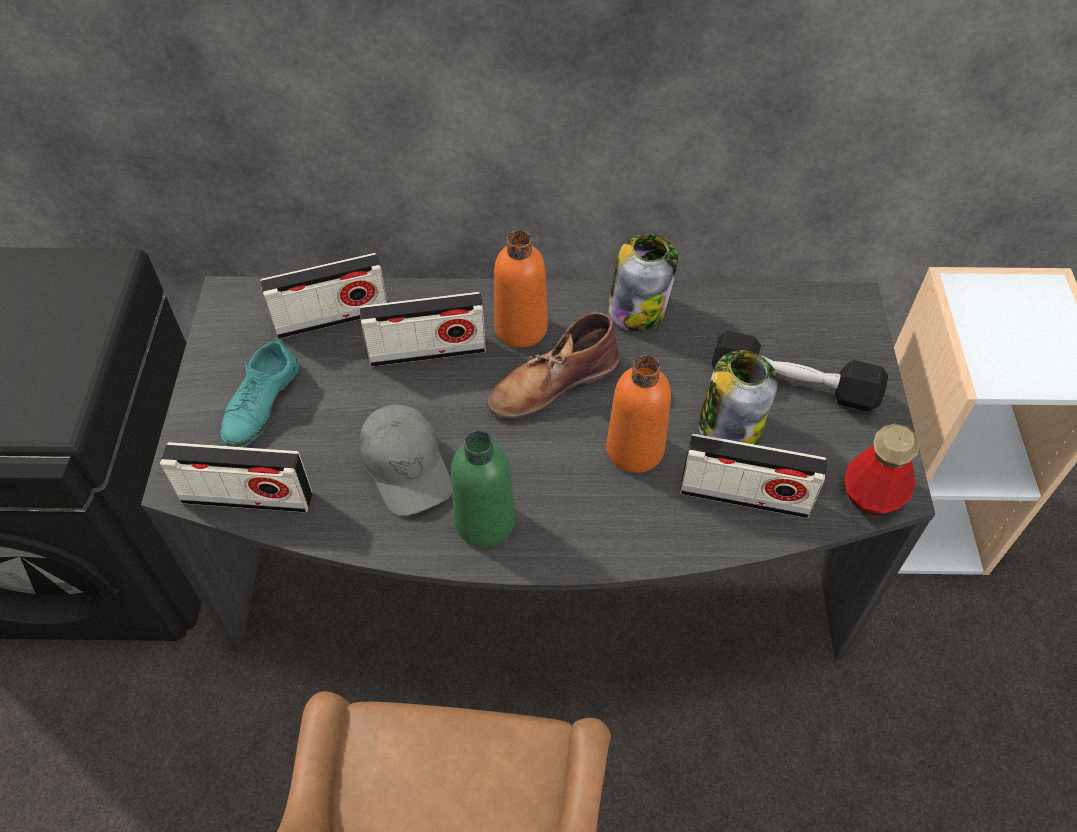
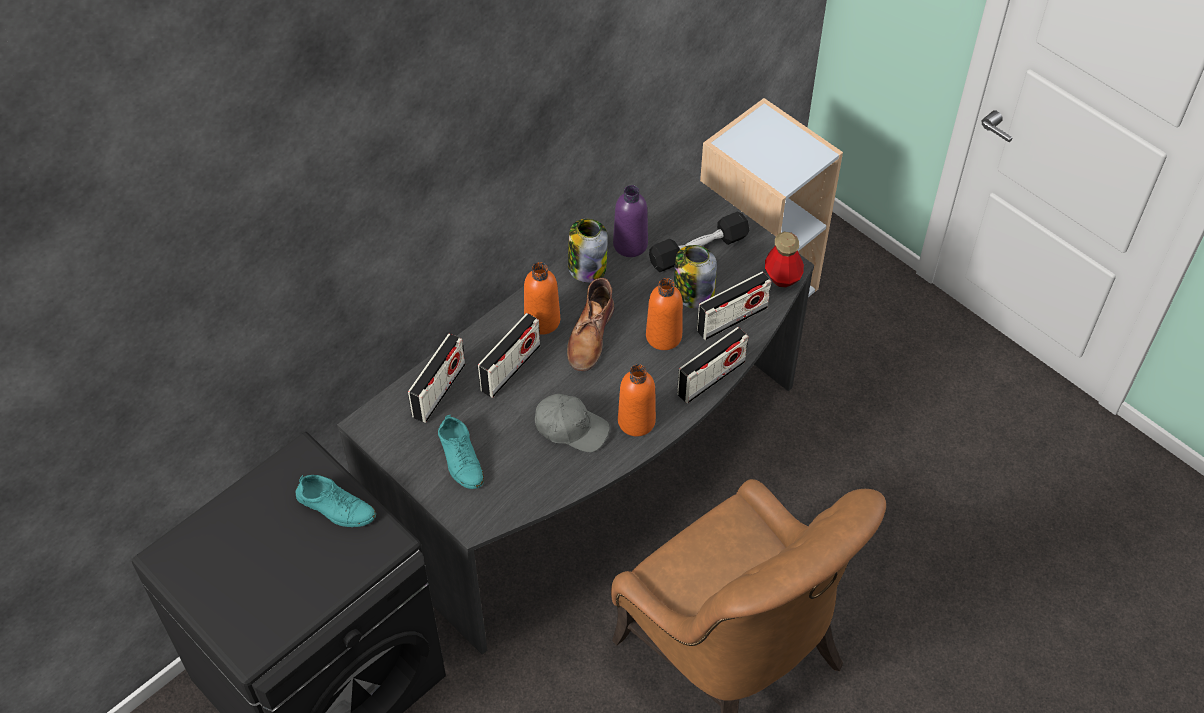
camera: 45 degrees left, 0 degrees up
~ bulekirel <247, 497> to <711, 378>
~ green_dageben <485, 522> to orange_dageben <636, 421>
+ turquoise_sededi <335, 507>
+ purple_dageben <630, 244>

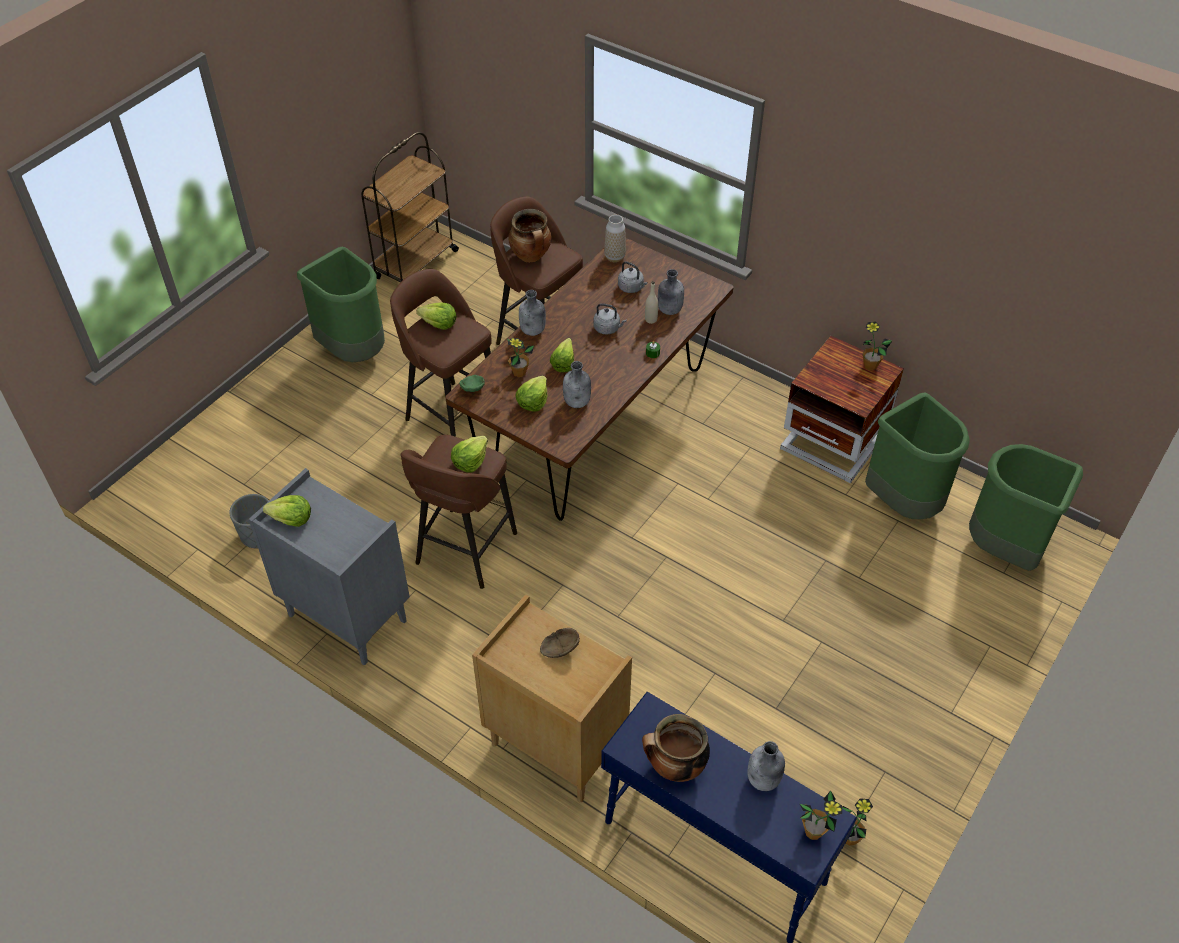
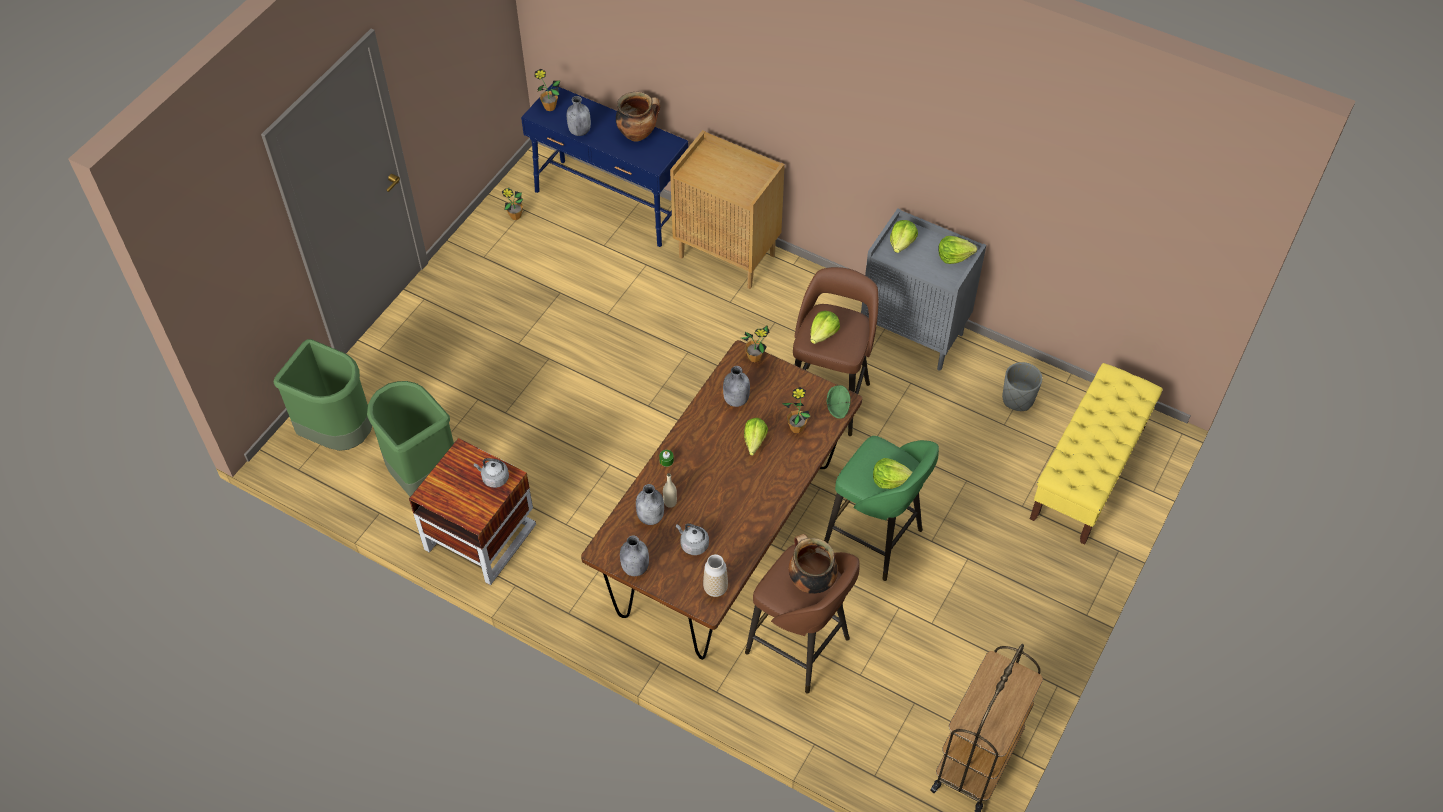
camera: 175 degrees right, 5 degrees up
- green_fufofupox <354, 351>
~ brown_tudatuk <452, 415> to green_tudatuk <875, 539>
~ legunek <533, 401> to <902, 243>
~ grey_dageben <533, 331> to <634, 567>
- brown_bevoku <559, 648>
~ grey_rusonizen <608, 328> to <494, 478>
~ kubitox <870, 366> to <754, 357>
+ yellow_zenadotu <1088, 473>

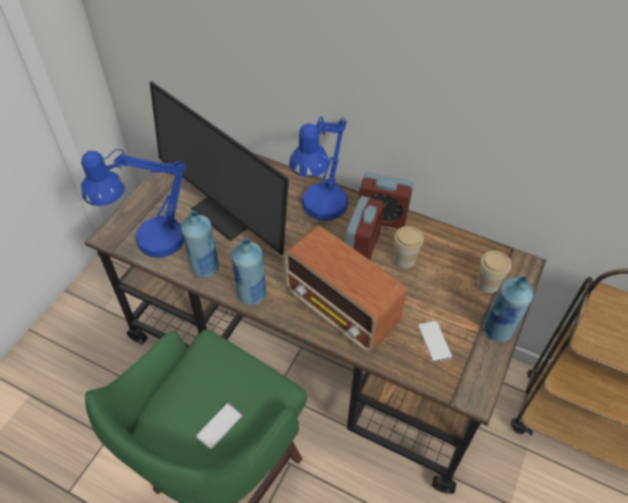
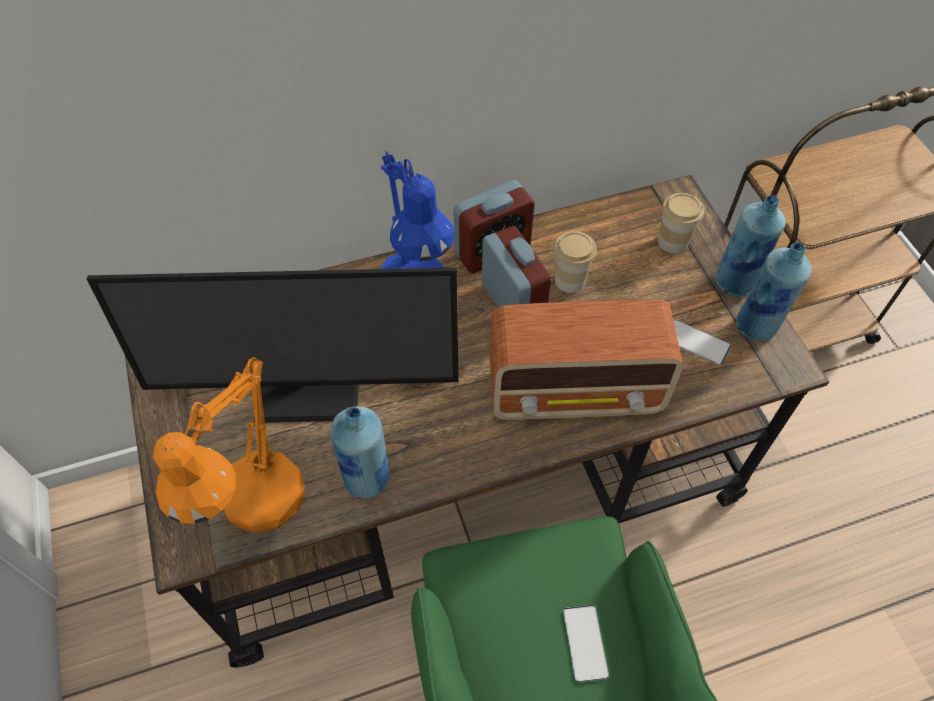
camera: 45 degrees left, 5 degrees up
~ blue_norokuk <151, 243> to orange_norokuk <256, 510>
~ blue_dageben <252, 295> to <756, 326>

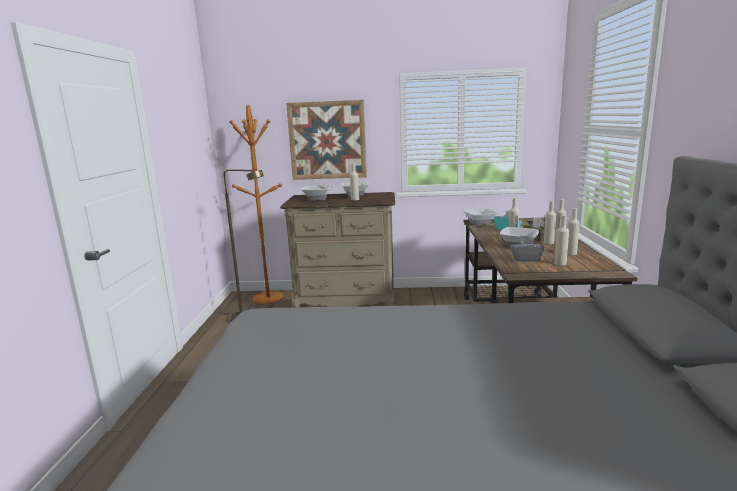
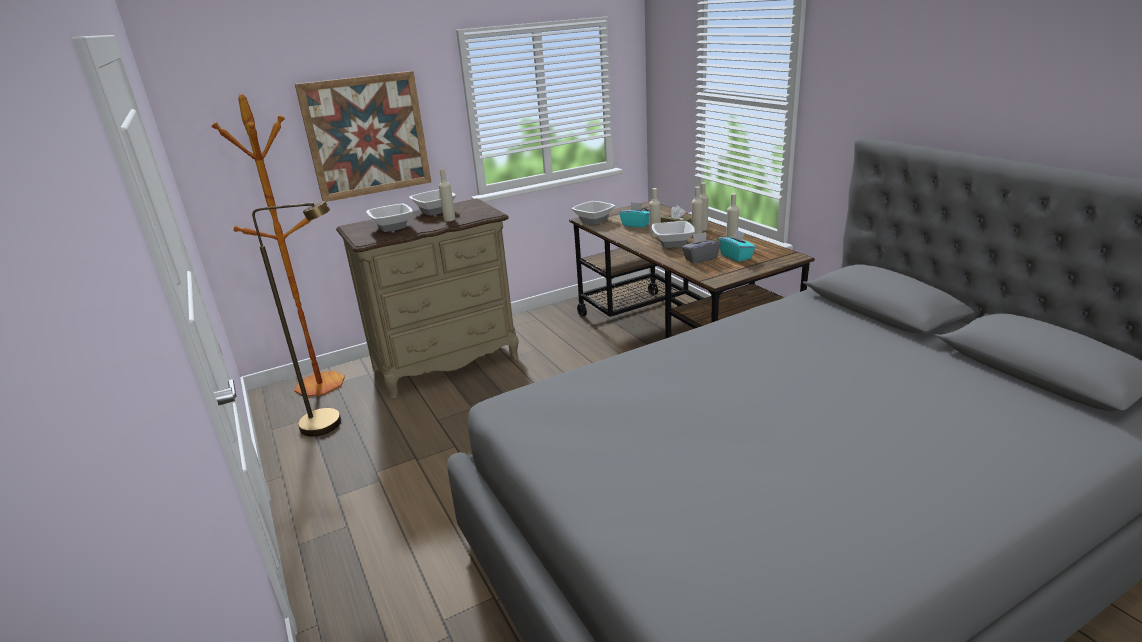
camera: 30 degrees left, 10 degrees up
~ beige_dageben <560, 263> to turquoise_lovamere <736, 256>

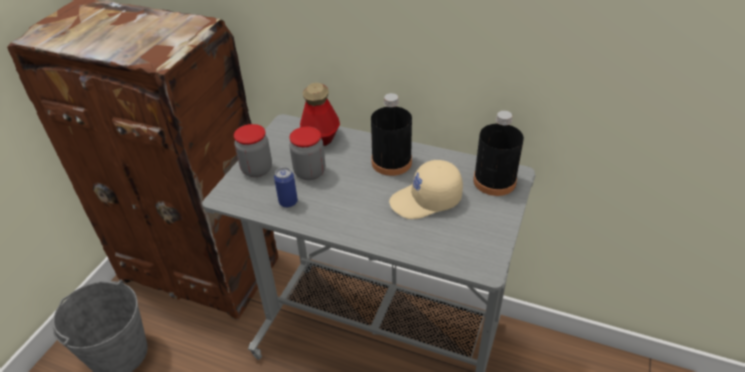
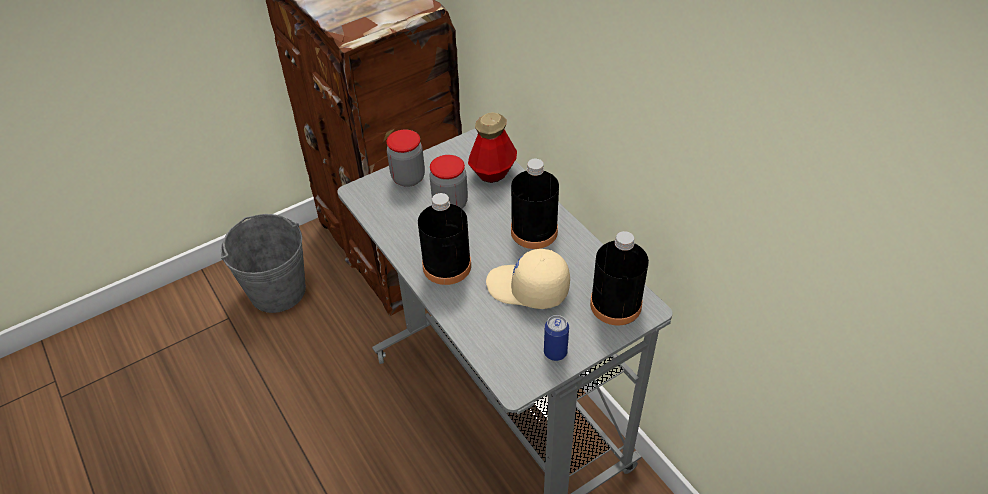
camera: 35 degrees right, 5 degrees up
~ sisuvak <288, 202> to <555, 352>
+ black_dageben <447, 266>

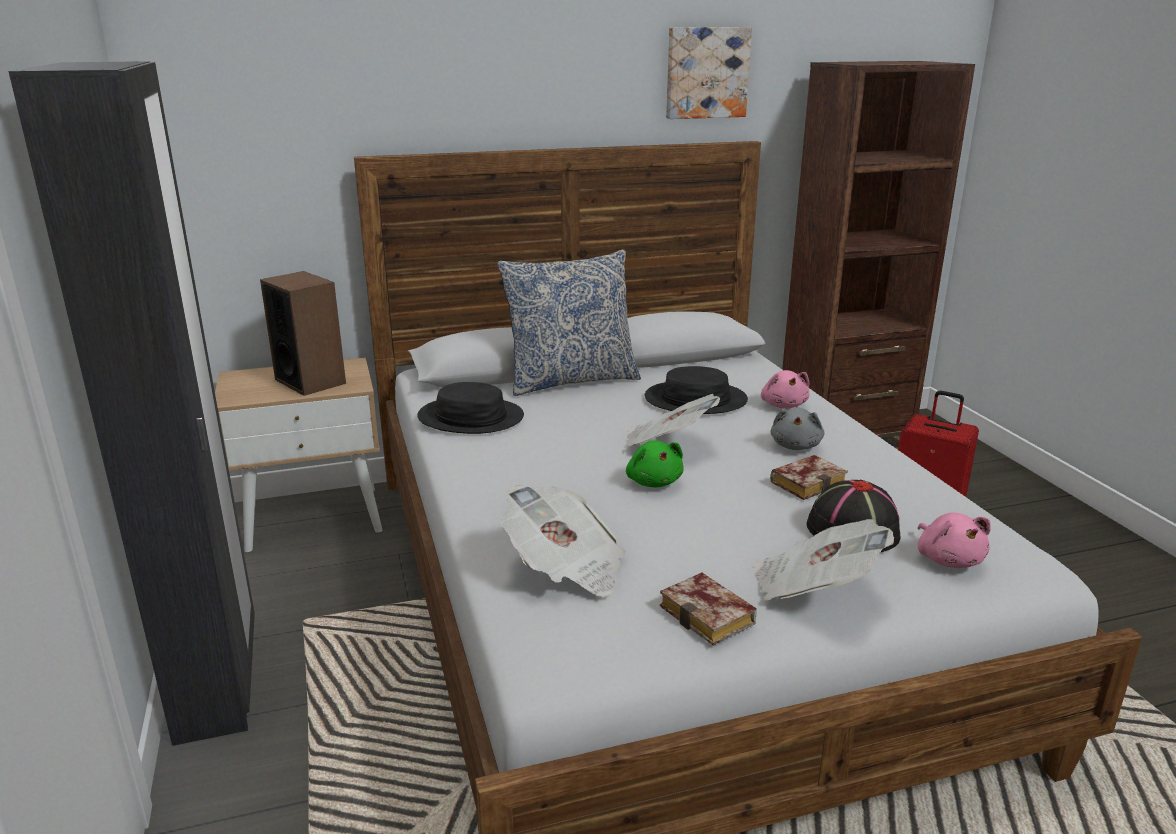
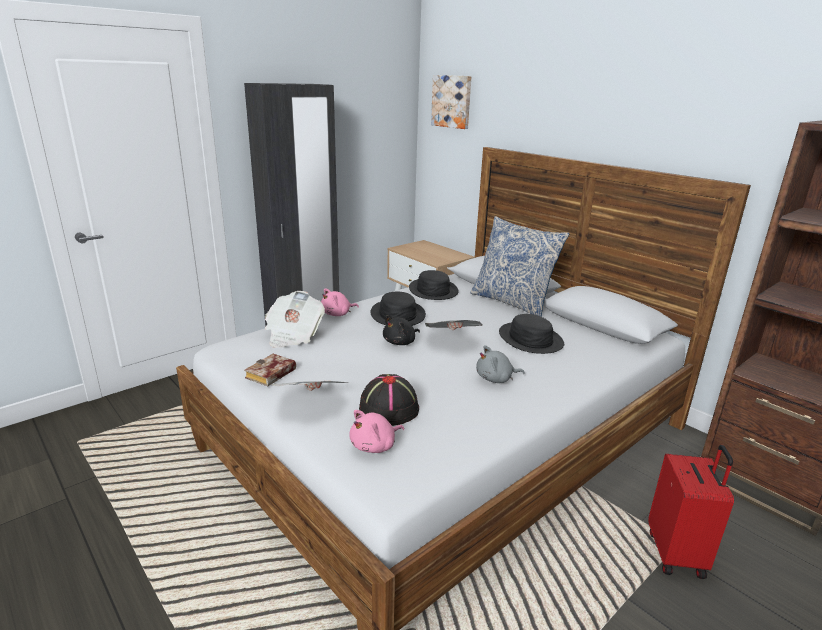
camera: 65 degrees right, 0 degrees up
- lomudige <310, 381>
~ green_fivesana <653, 481> to black_fivesana <400, 342>
~ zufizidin <706, 73> to <452, 101>
~ pink_fivesana <783, 405> to <337, 314>
- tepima <808, 482>
+ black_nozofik <397, 314>

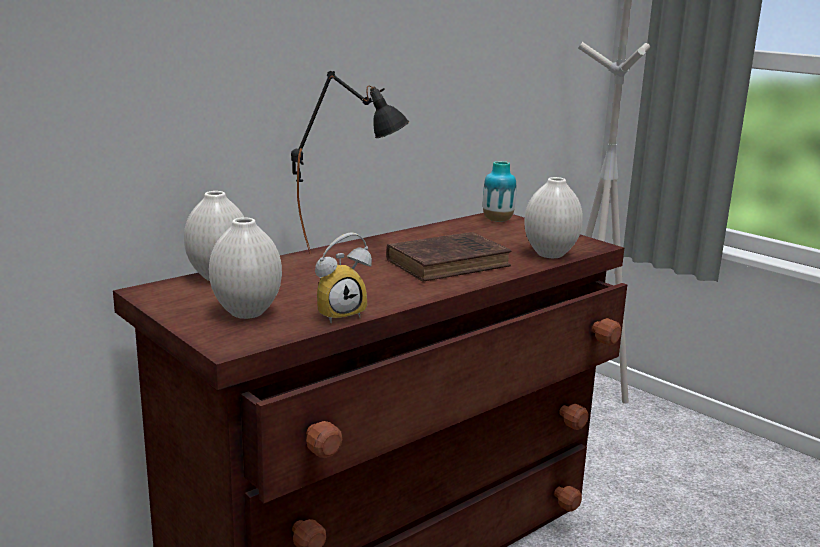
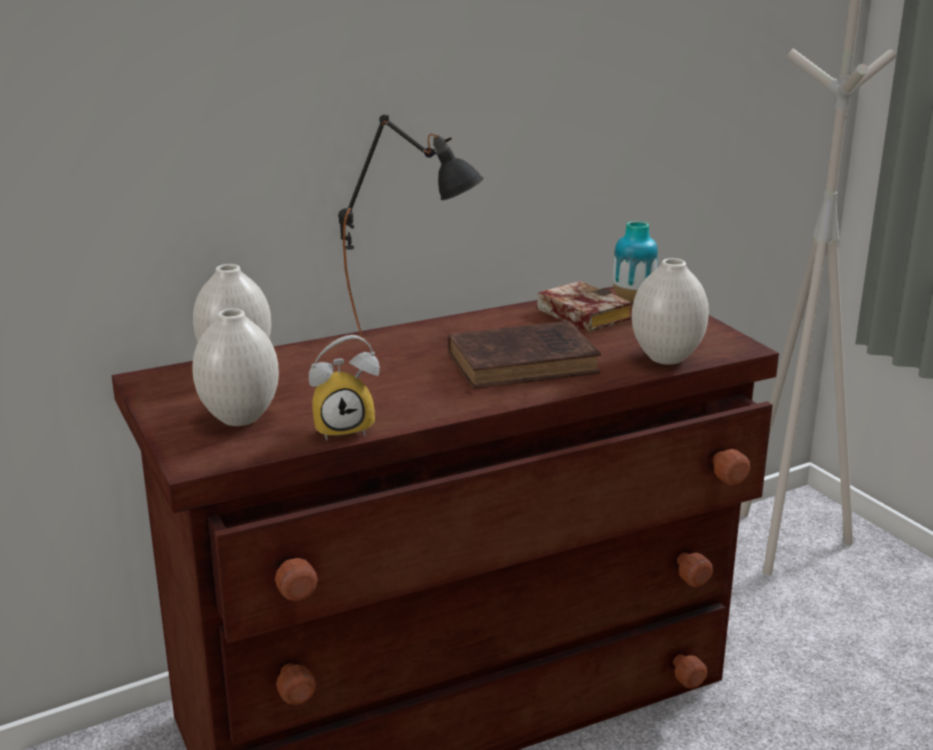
camera: 15 degrees right, 5 degrees up
+ tepima <579, 315>

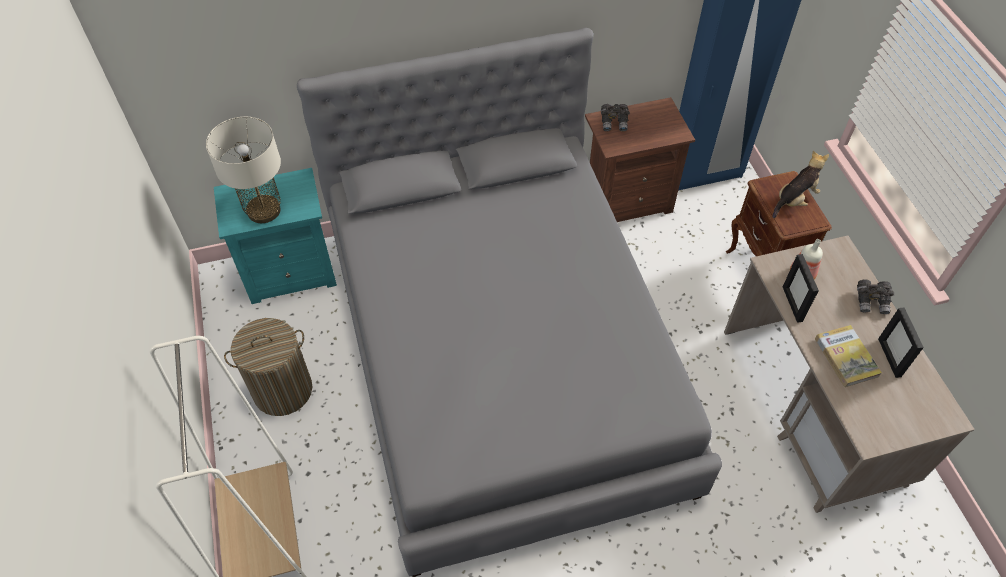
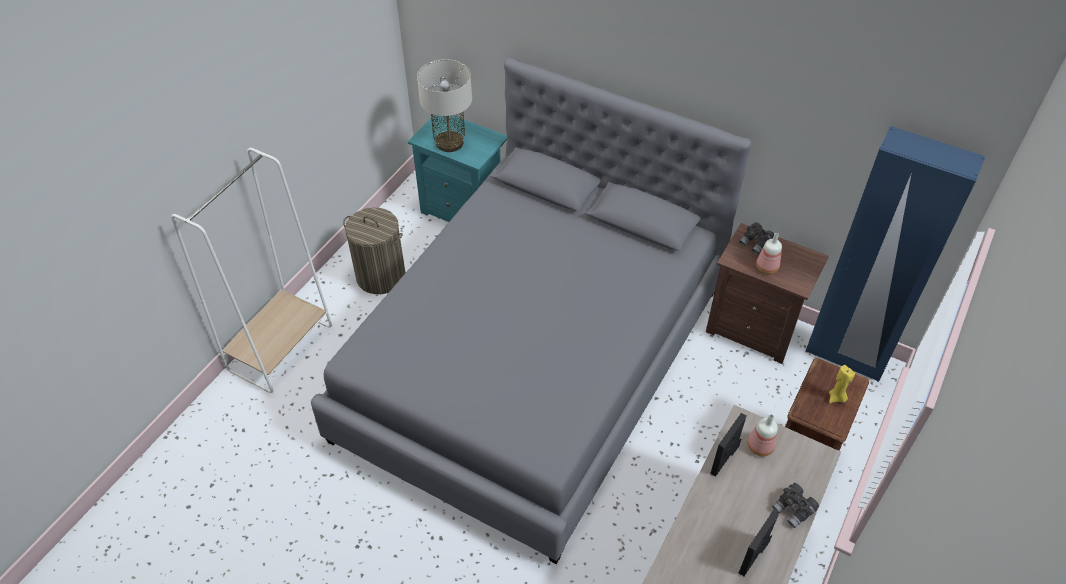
camera: 45 degrees right, 5 degrees down
~ fivesana <794, 200> to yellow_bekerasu <836, 398>
- tepima <846, 357>
+ dageben <767, 268>

